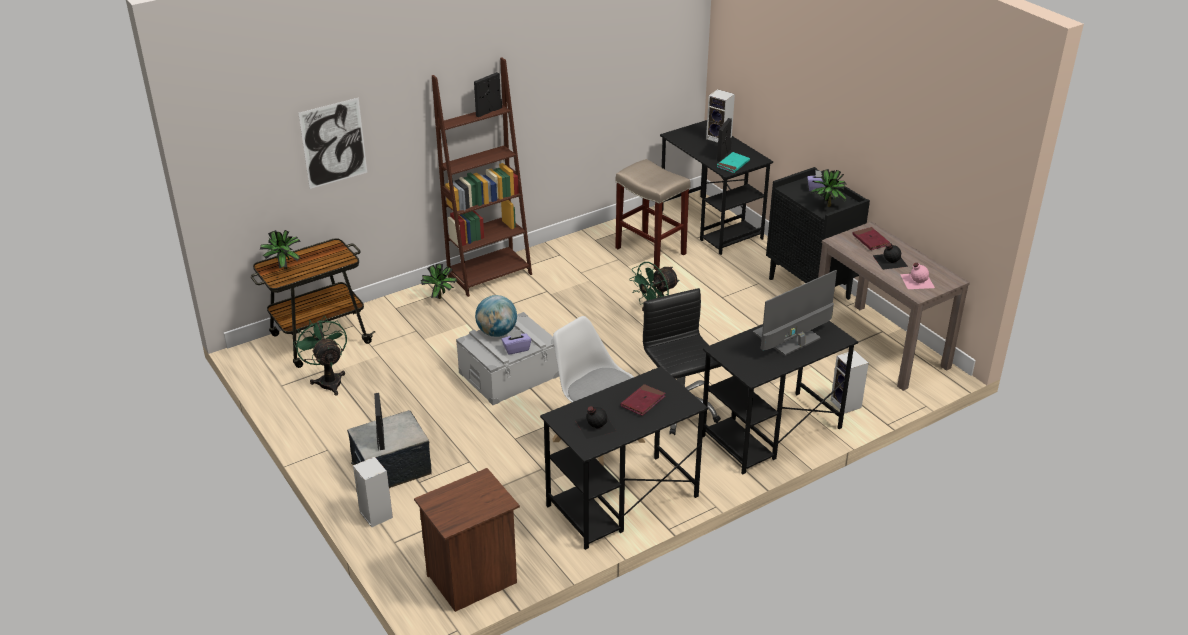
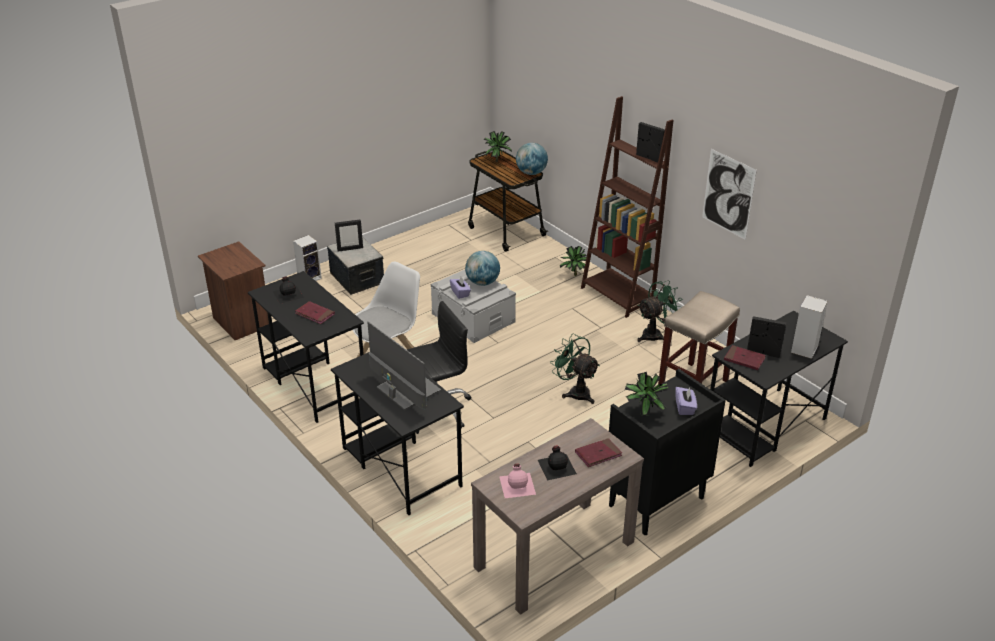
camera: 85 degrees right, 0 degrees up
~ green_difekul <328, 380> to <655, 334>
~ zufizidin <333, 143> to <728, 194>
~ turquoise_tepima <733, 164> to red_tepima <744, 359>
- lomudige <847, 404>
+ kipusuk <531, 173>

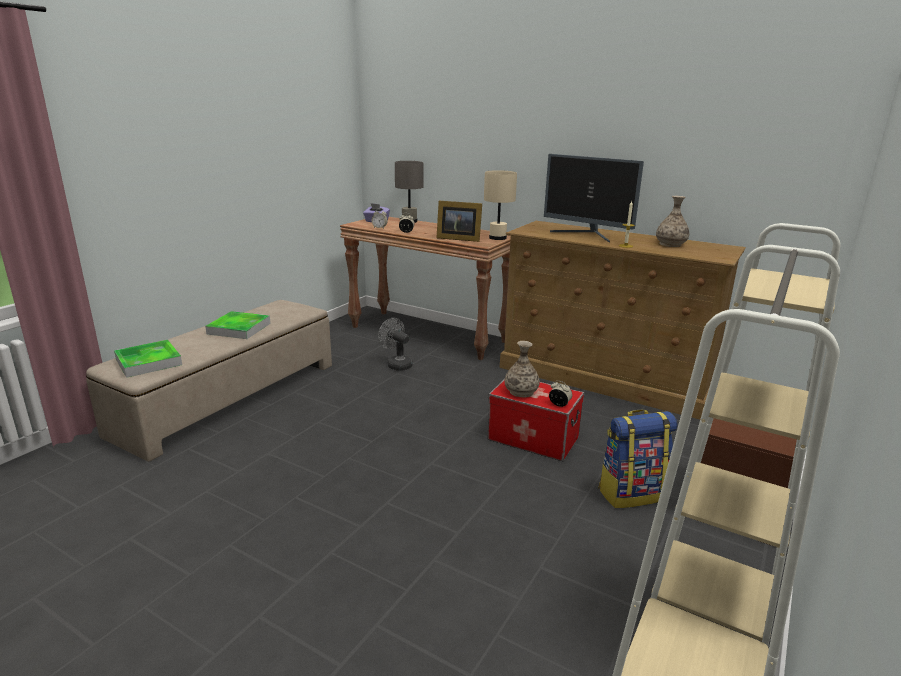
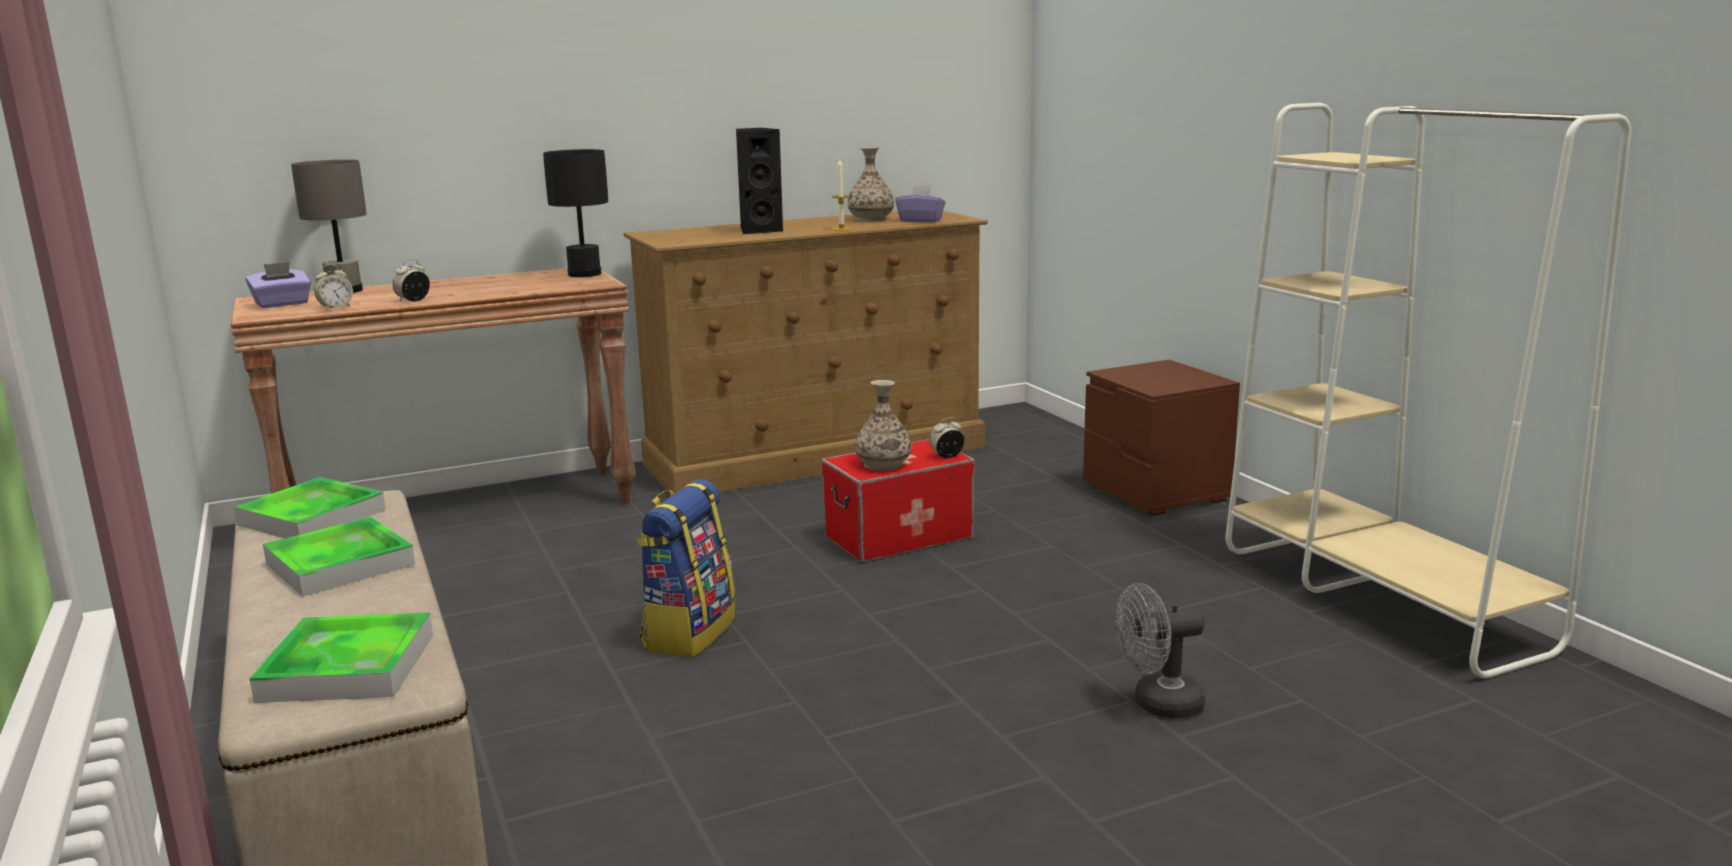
camera: 55 degrees left, 5 degrees down
~ grey_difekul <396, 364> to <1157, 705>
- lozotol <457, 238>
~ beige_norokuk <497, 238> to black_norokuk <584, 274>
~ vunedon <587, 235> to black_lomudige <759, 230>
~ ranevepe <632, 493> to <688, 632>
+ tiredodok <312, 517>
+ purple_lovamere <920, 220>

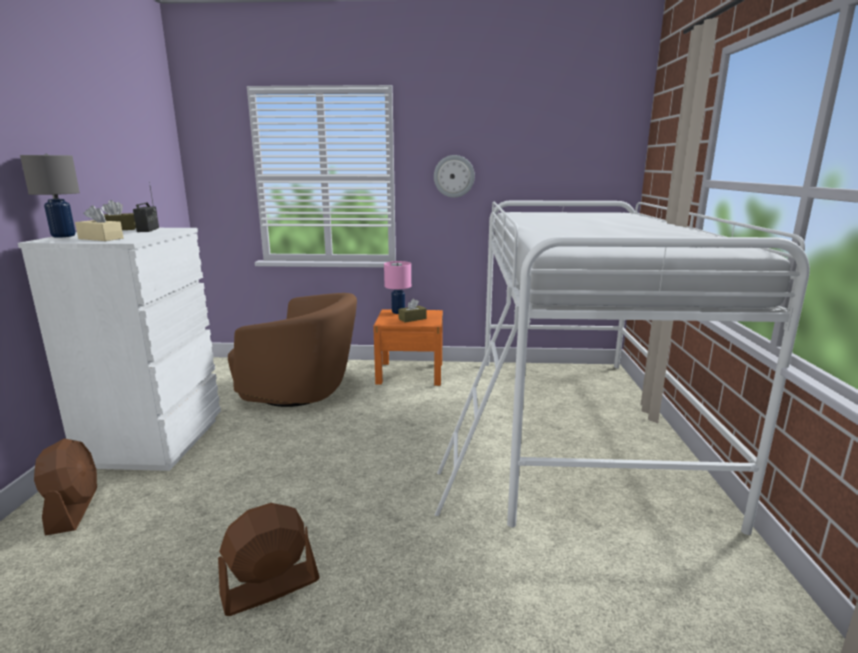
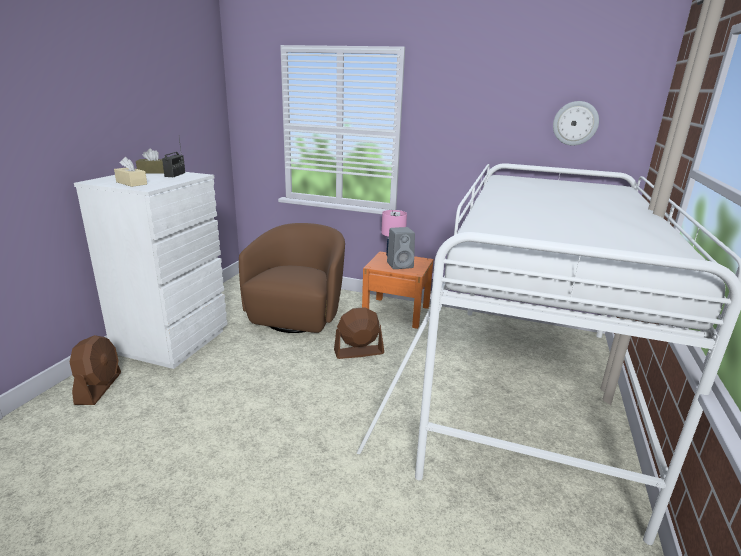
camera: 15 degrees right, 5 degrees up
- grey_norokuk <65, 236>
~ brown_difekul <270, 587> to <358, 352>
~ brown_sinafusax <301, 392> = <298, 315> 105 degrees counterclockwise
~ brown_lovamere <412, 319> to grey_lomudige <400, 265>
~ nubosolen <454, 176> to <575, 123>

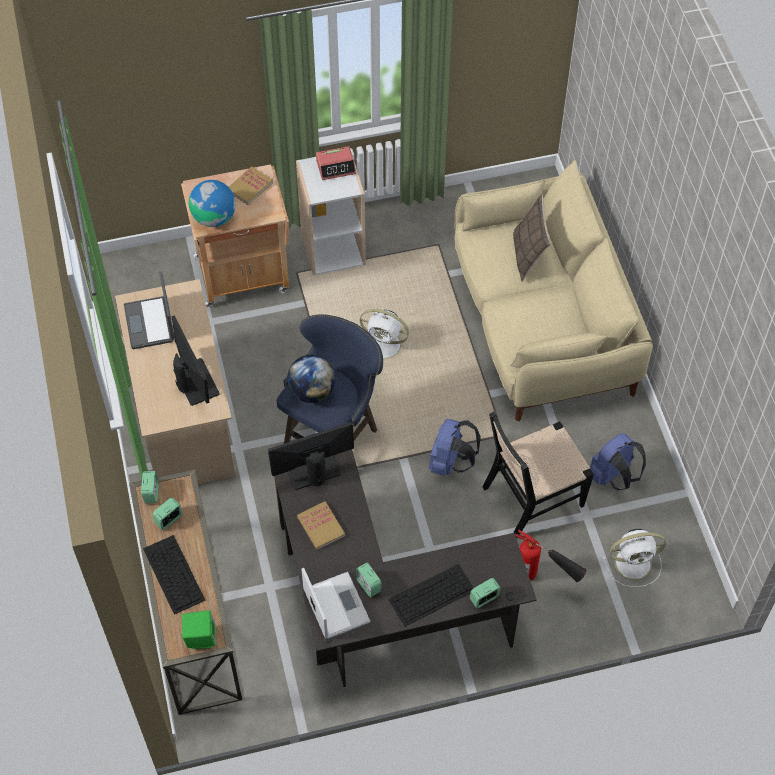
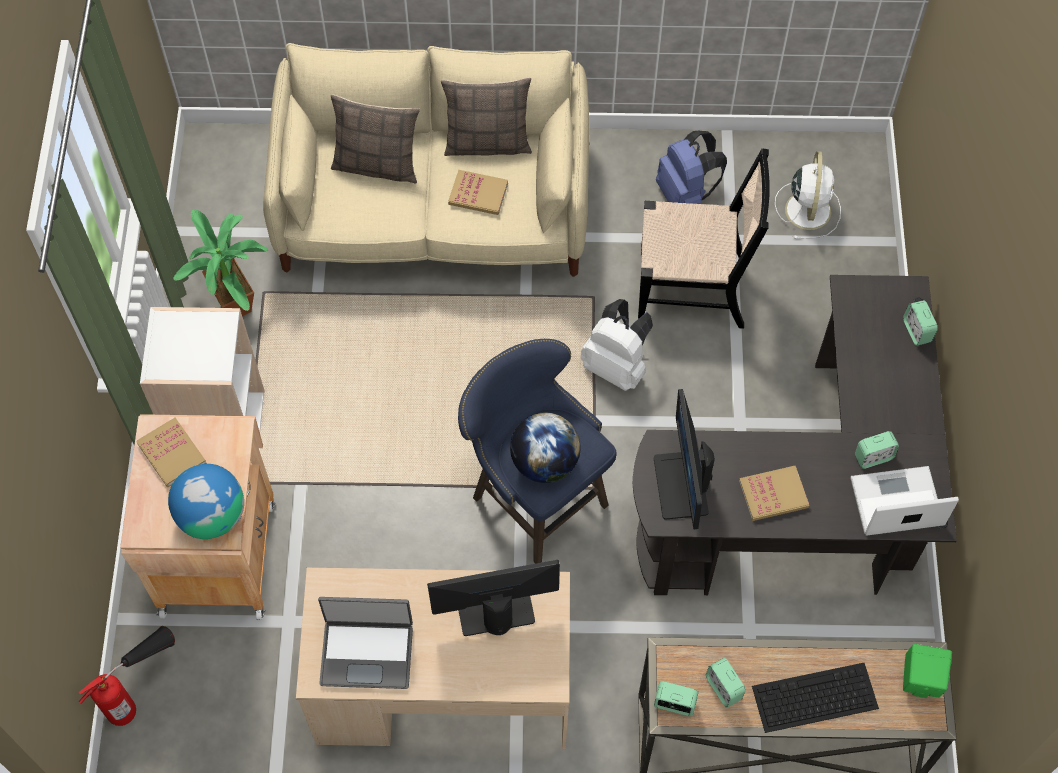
camera: 75 degrees left, 5 degrees up
- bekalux <336, 167>
- white_difekul <386, 345>
- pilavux <431, 595>
~ blue_ranevepe <450, 462> to white_ranevepe <617, 366>
~ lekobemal <532, 497> = <692, 288> 75 degrees counterclockwise
~ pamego <544, 580> to <142, 691>
+ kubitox <236, 302>
+ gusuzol <487, 143>
+ tepima <478, 194>

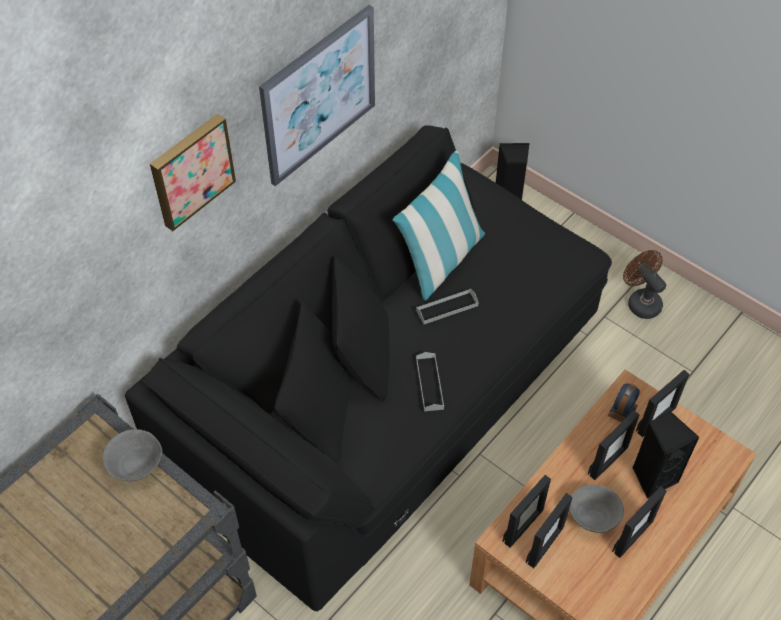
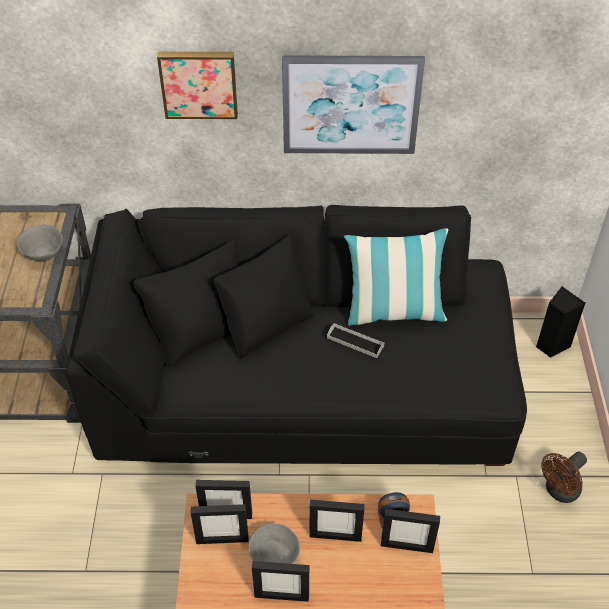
camera: 50 degrees right, 5 degrees down
- grey_tiredodok <429, 383>
~ brown_difekul <640, 301> = <559, 491> 150 degrees counterclockwise
- black_lomudige <653, 477>

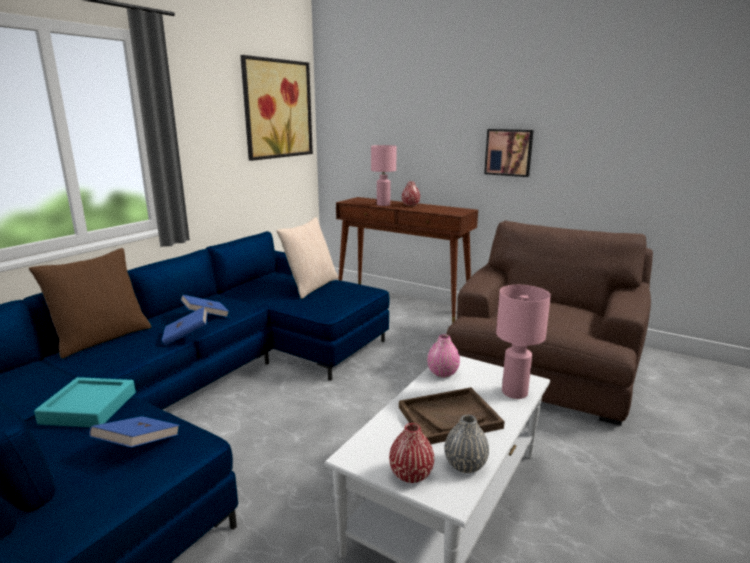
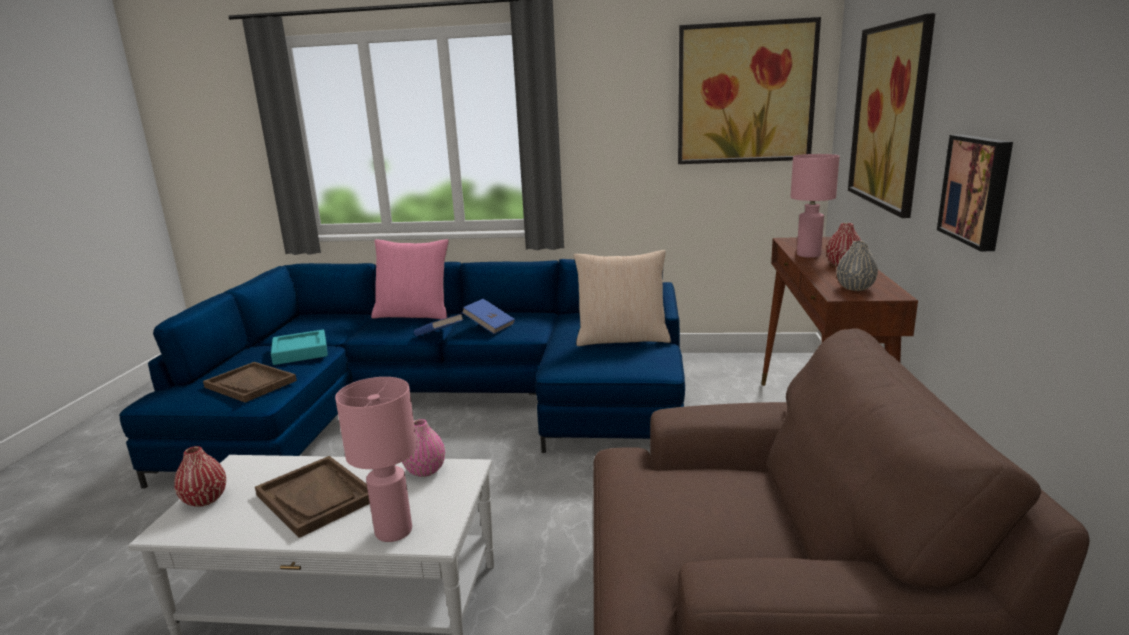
camera: 65 degrees right, 0 degrees up
~ brown_gusuzol <102, 338> to pink_gusuzol <414, 315>
~ blue_tepima <138, 445> to brown_tiredodok <251, 384>
~ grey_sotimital <465, 465> to <855, 288>
+ zufizidin <890, 116>

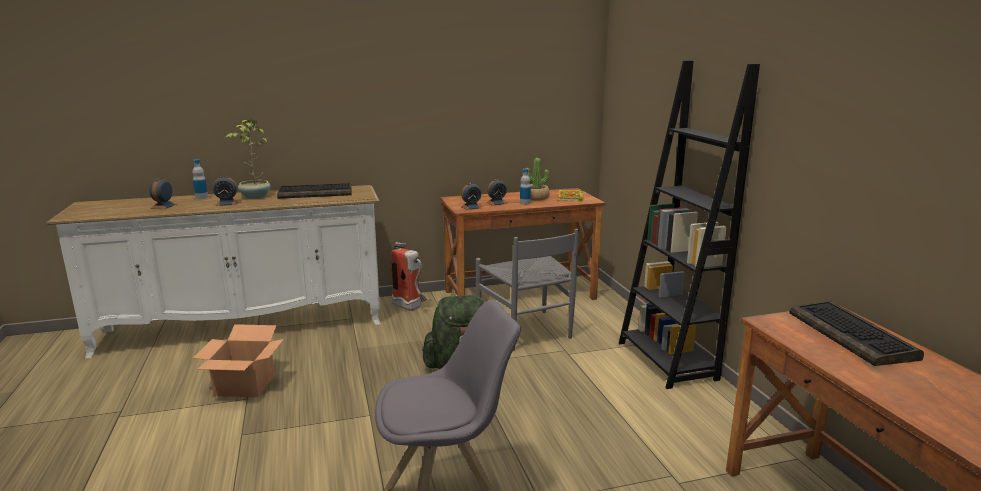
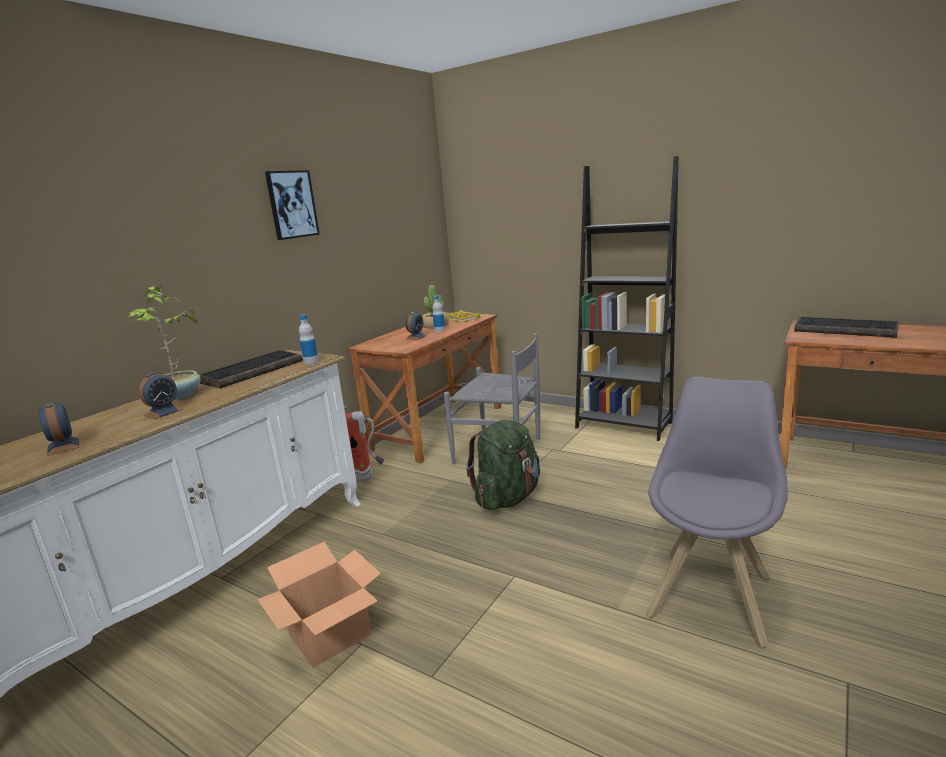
camera: 40 degrees left, 0 degrees up
~ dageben <201, 197> to <311, 362>
- bekalux <471, 207>
+ zufizidin <291, 204>

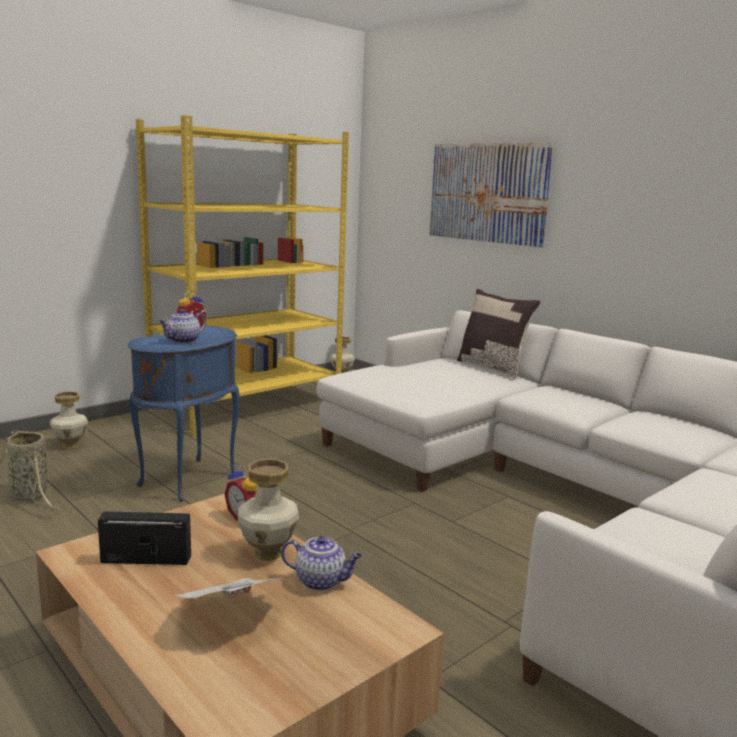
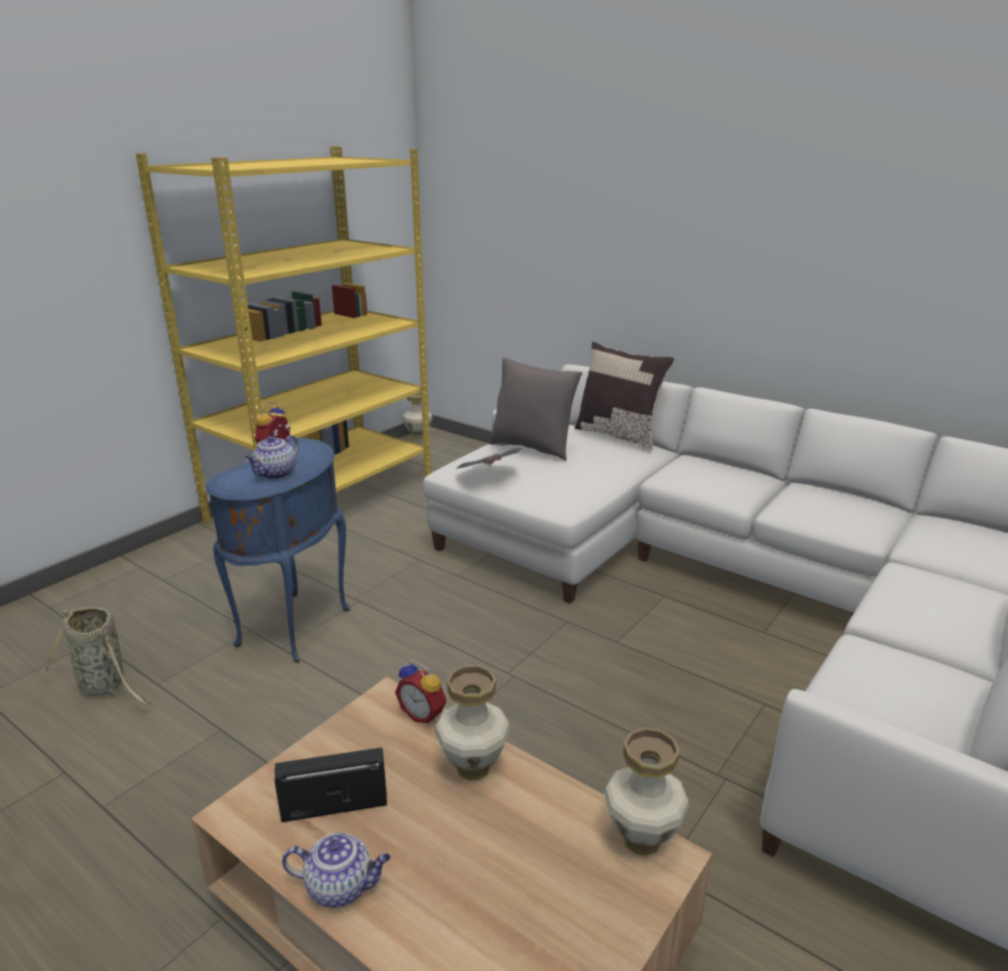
camera: 10 degrees left, 10 degrees up
~ sotimital <70, 445> to <640, 839>
~ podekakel <232, 613> to <488, 475>
~ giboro <321, 581> to <341, 887>
- zufizidin <487, 192>
+ grey_gusuzol <532, 448>

